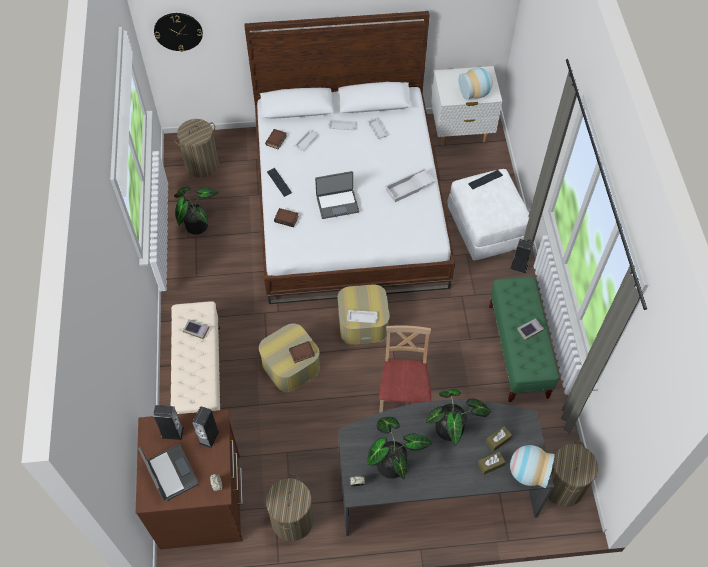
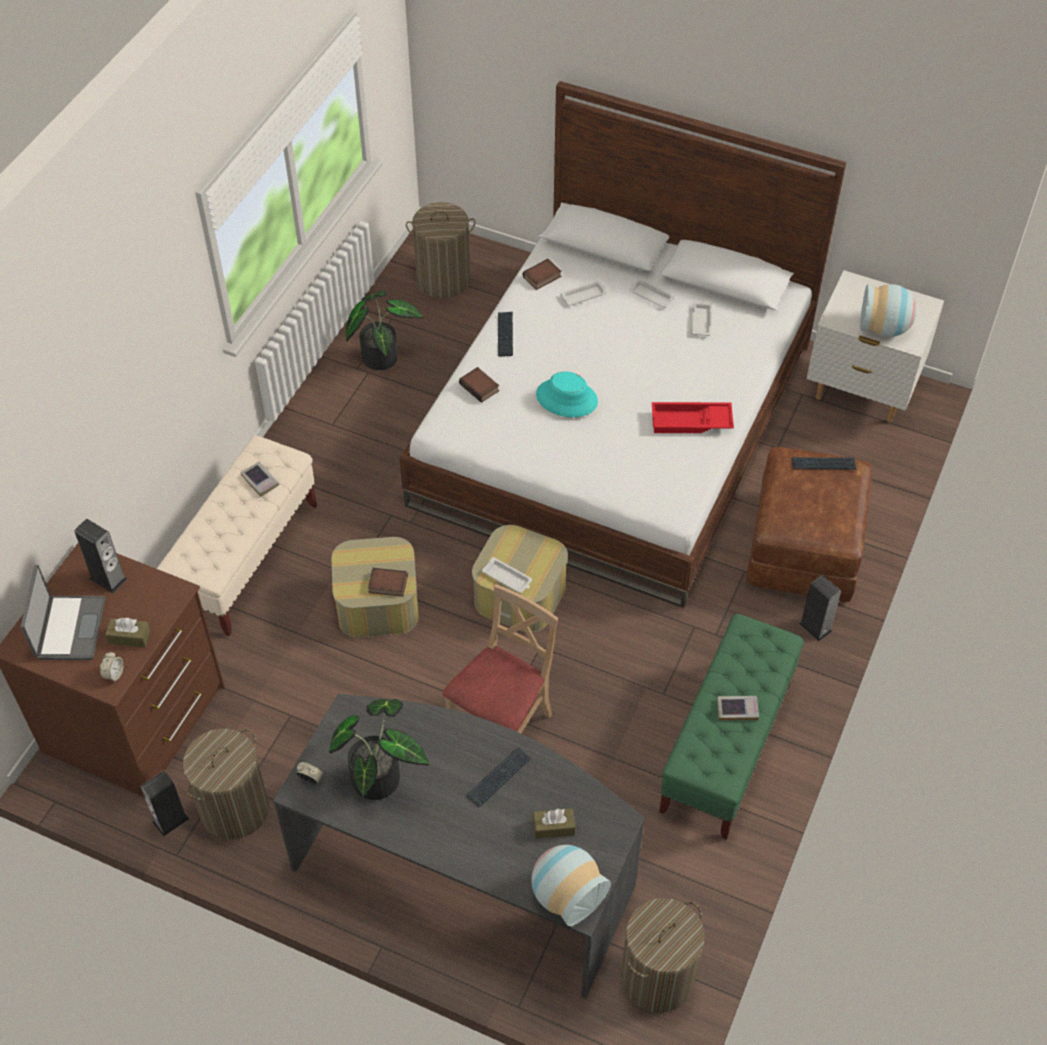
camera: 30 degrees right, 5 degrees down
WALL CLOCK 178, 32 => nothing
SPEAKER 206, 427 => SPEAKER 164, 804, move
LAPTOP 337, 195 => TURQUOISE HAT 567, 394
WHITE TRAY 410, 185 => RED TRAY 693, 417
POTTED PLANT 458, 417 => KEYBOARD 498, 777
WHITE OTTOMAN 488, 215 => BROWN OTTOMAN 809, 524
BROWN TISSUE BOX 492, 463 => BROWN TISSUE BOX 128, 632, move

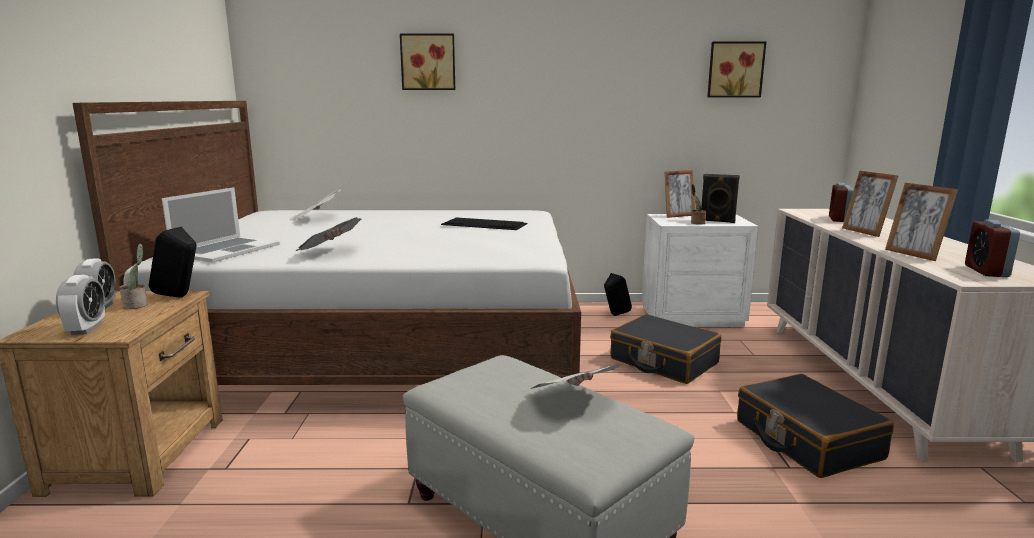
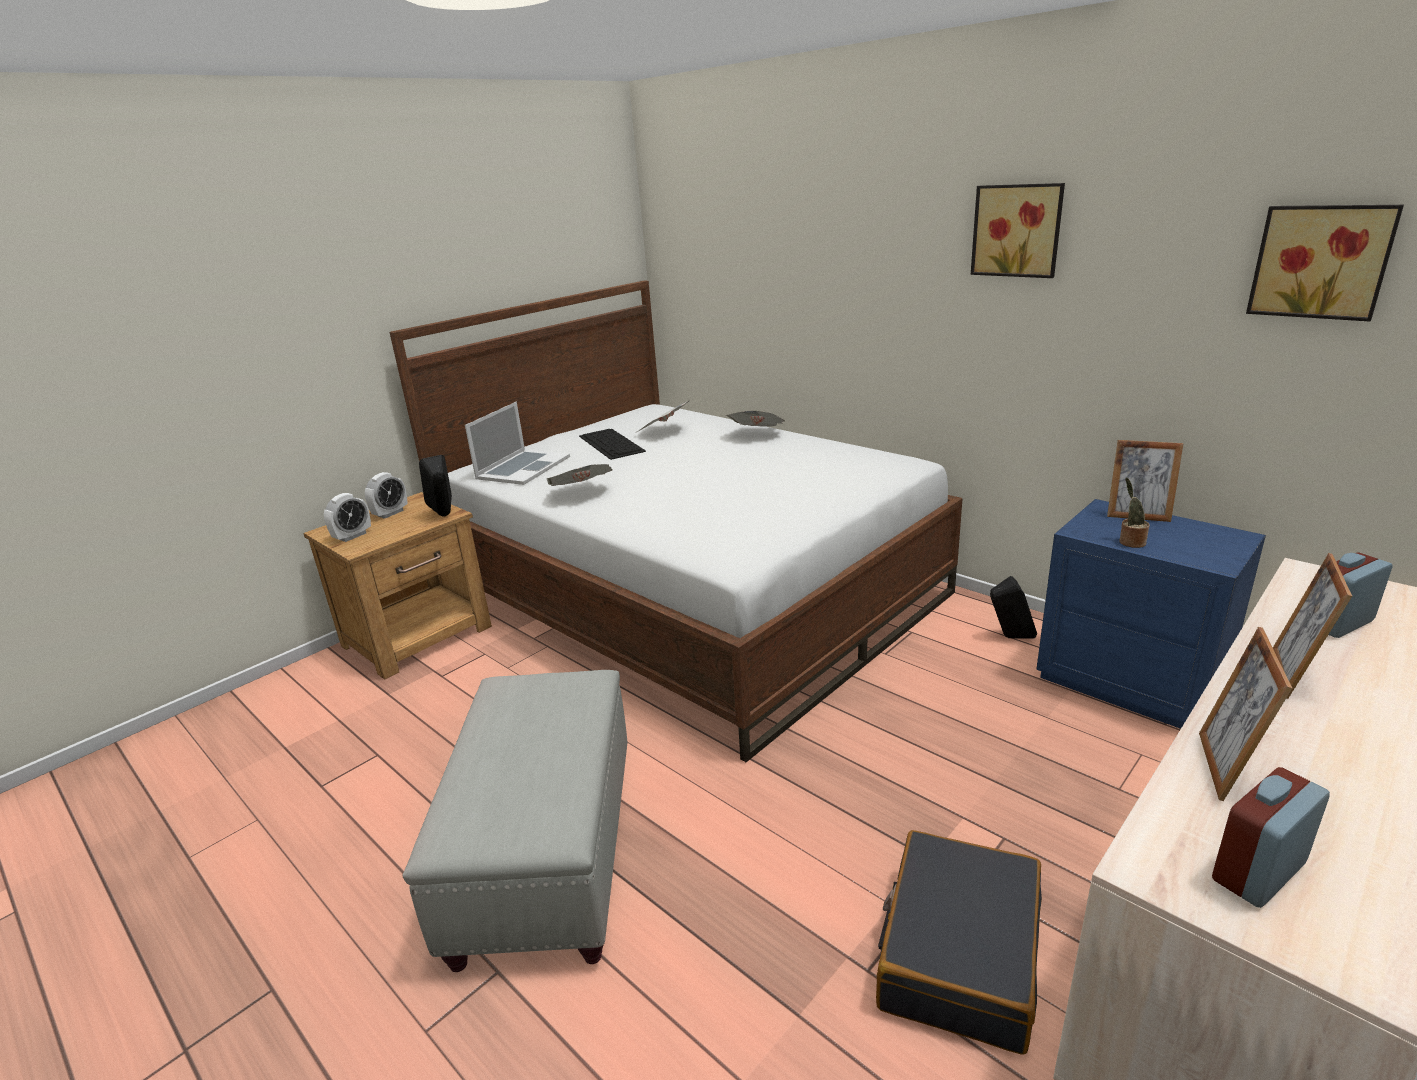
camera: 45 degrees right, 10 degrees up
POTTED PLANT 134, 276 => nothing
LAPTOP 221, 225 => LAPTOP 517, 443, 45 degrees counterclockwise
PICTURE 427, 62 => PICTURE 1018, 230, move
KEYBOARD 484, 223 => KEYBOARD 612, 444, move
NEWSPAPER 576, 376 => NEWSPAPER 755, 419, move
BLACK SUITCASE 665, 349 => nothing
WHITE NIGHTSTAND 700, 270 => BLUE NIGHTSTAND 1151, 614
BLACK SPEAKER 720, 198 => nothing

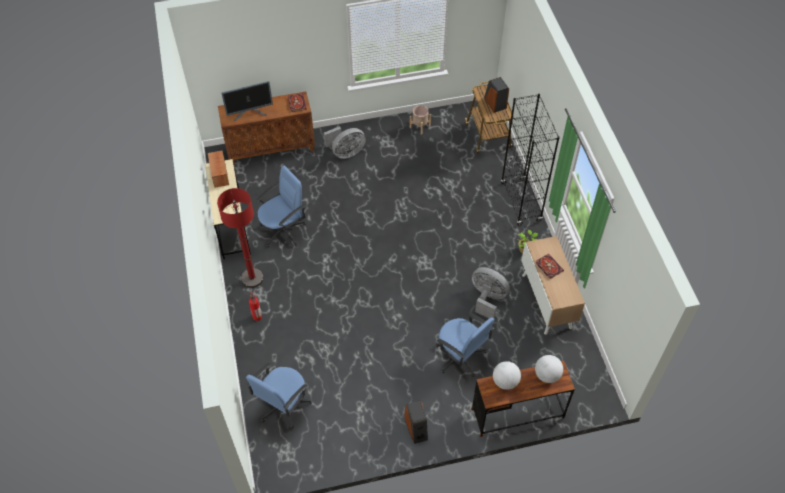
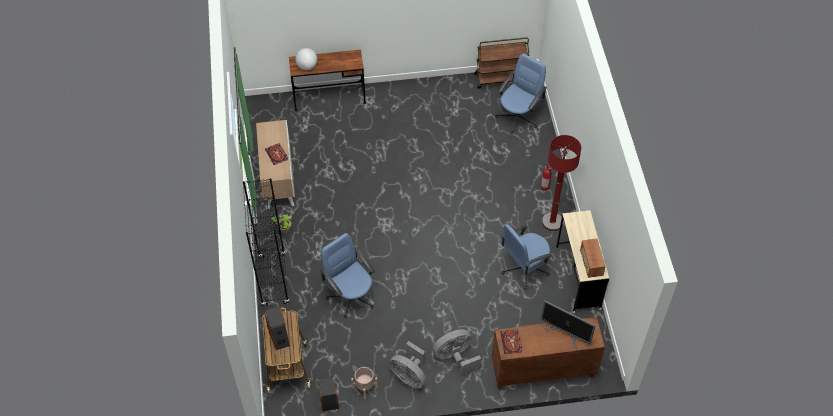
camera: 175 degrees left, 0 degrees up
MONITOR 247, 101 => MONITOR 568, 324, 135 degrees counterclockwise
SPEAKER 416, 422 => SPEAKER 329, 394, move
BLUE OFFICE CHAIR 465, 344 => BLUE OFFICE CHAIR 347, 275, move
GREY FAN 491, 292 => GREY FAN 407, 365, move
GLOBE 507, 375 => nothing
nothing => BROWN CART 501, 63

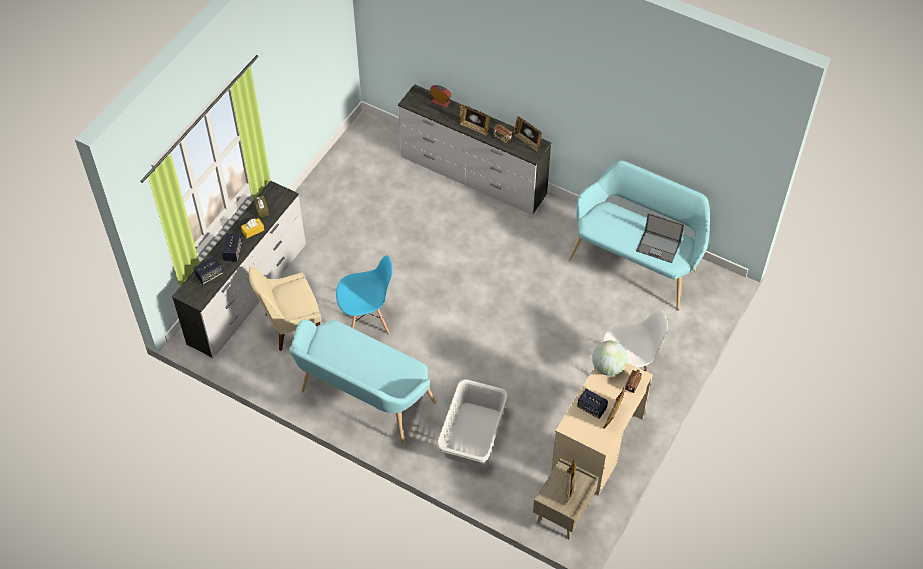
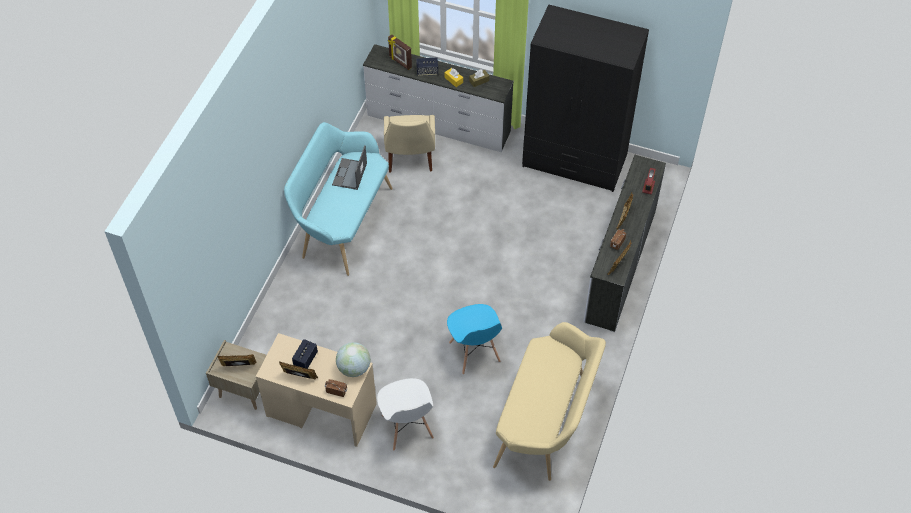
camera: 80 degrees right, 0 degrees up
SPEAKER 209, 270 => PICTURE FRAME 400, 52
BEIGE CHAIR 285, 308 => BEIGE CHAIR 409, 144, 150 degrees counterclockwise
BLUE CHAIR 364, 294 => BLUE CHAIR 474, 339, move
GREY LAUNDRY BASKET 472, 423 => nothing
TURQUOISE BENCH 639, 235 => BEIGE BENCH 549, 401
LAPTOP 660, 238 => LAPTOP 349, 167, move
nothing => BLACK WARDROBE 585, 98

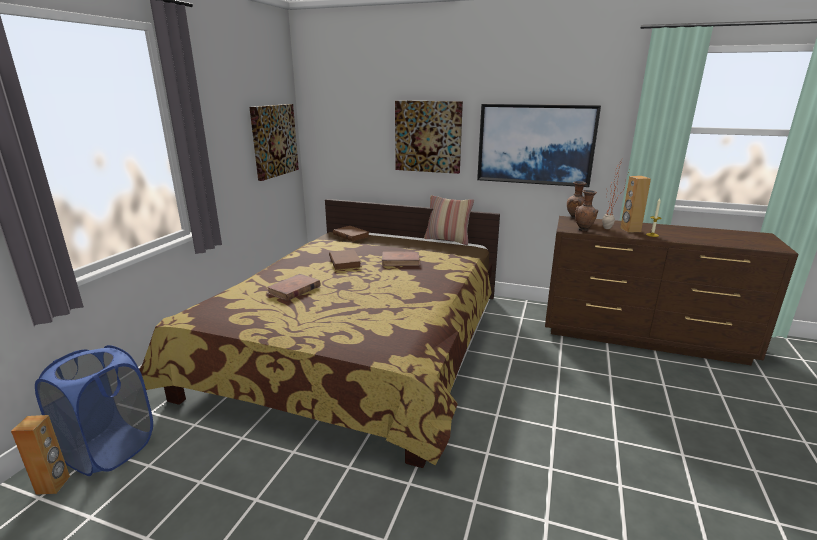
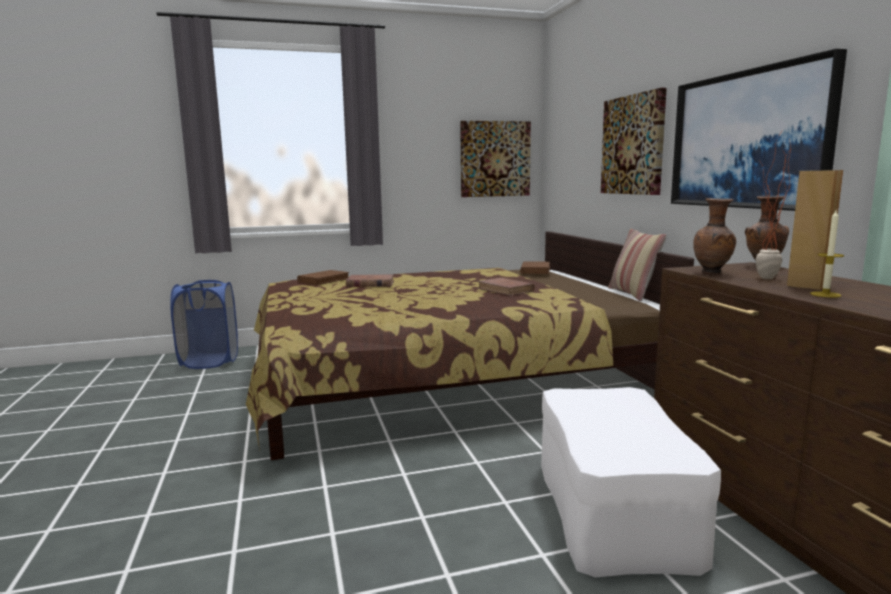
camera: 55 degrees right, 10 degrees down
BROWN SPEAKER 40, 455 => nothing
BROWN BOOK 345, 259 => BROWN BOOK 323, 277, move
nothing => WHITE OTTOMAN 631, 482

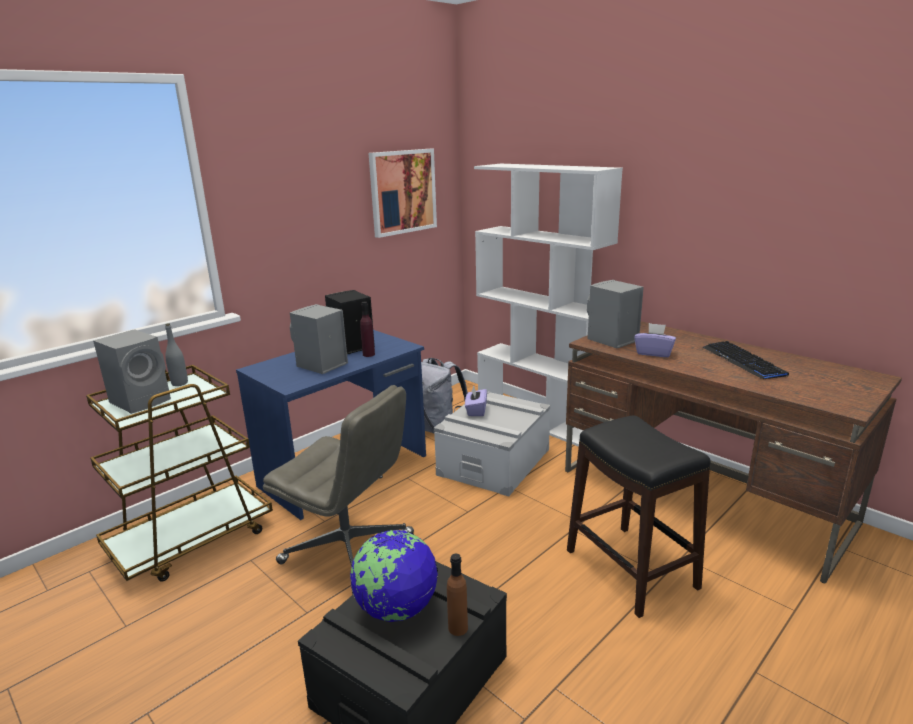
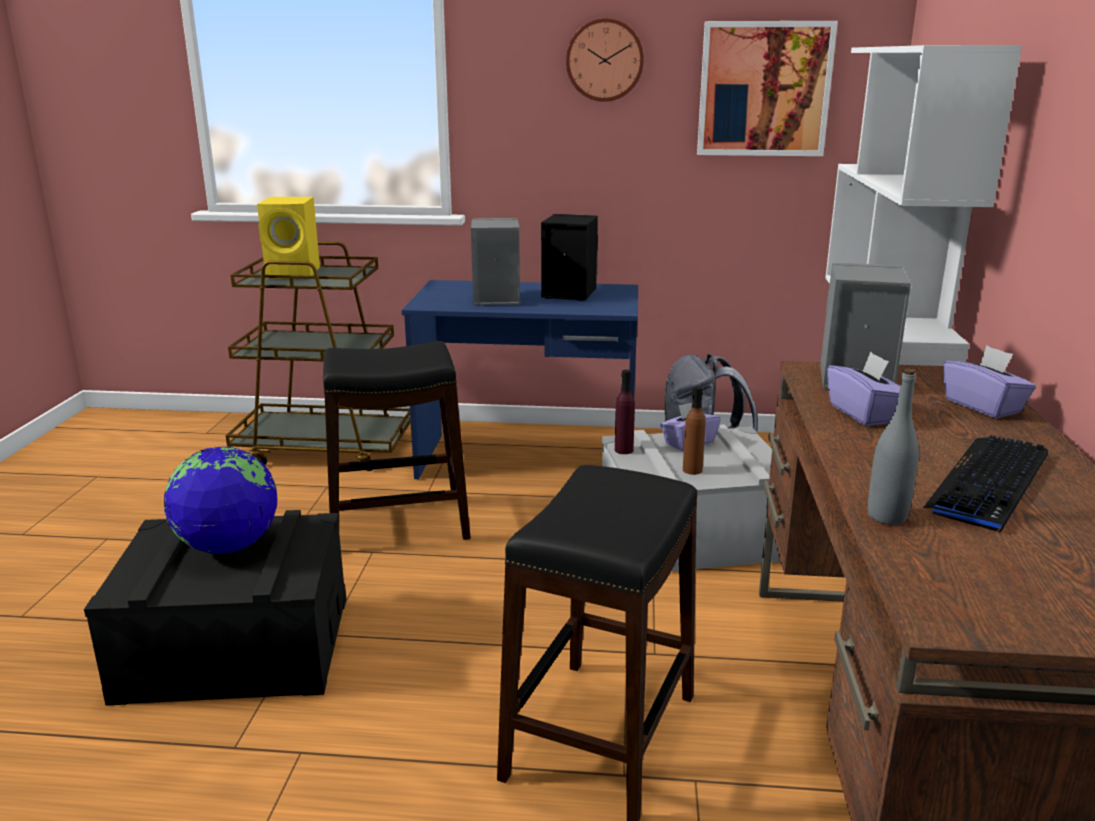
camera: 50 degrees right, 0 degrees up
GREY SPEAKER 132, 371 => YELLOW SPEAKER 288, 238
GREY BOTTLE 176, 354 => GREY BOTTLE 893, 447, move
GREY OFFICE CHAIR 338, 475 => BLACK STOOL 397, 440
PURPLE BOTTLE 367, 329 => PURPLE BOTTLE 625, 412, move
BROWN BOTTLE 457, 595 => BROWN BOTTLE 694, 430, move
nothing => WALL CLOCK 605, 60
nothing => PURPLE TISSUE BOX 989, 382

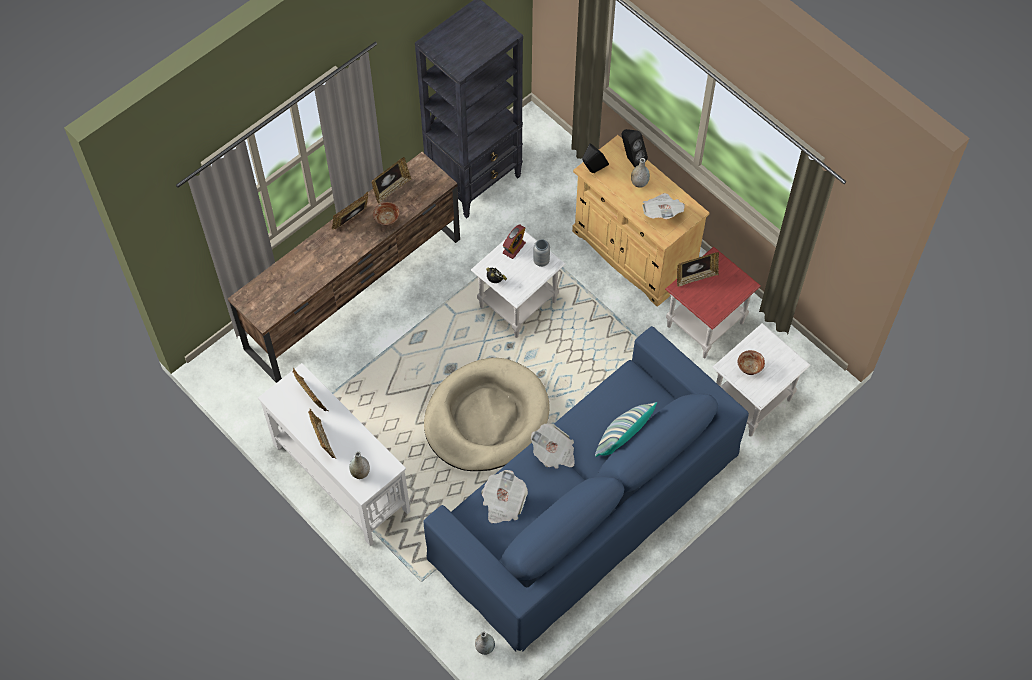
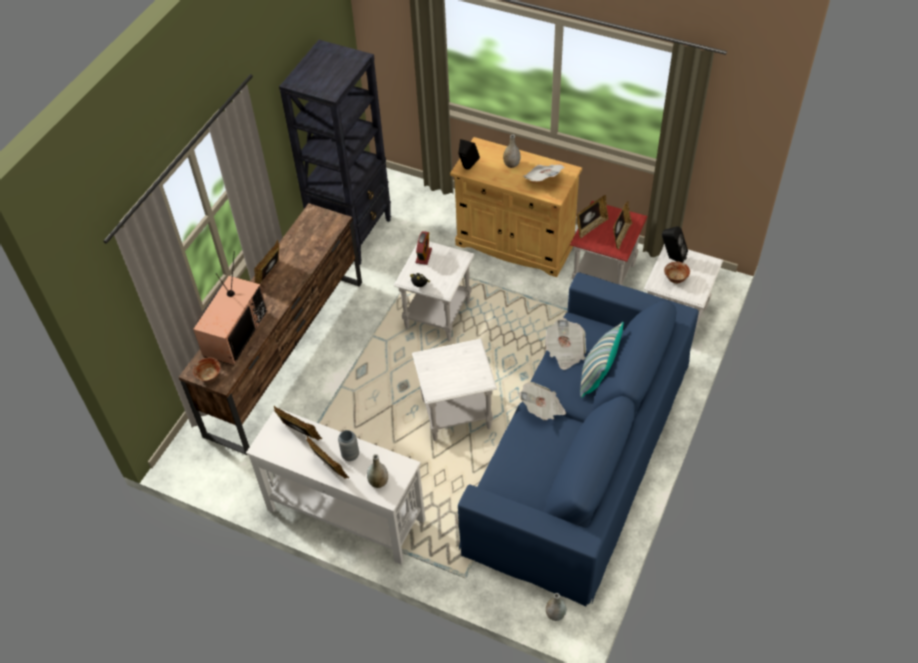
camera: 20 degrees left, 10 degrees down
PICTURE FRAME 391, 180 => PICTURE FRAME 622, 225, move
BOWL 386, 214 => BOWL 207, 370, move
BEIGE DOG BED 487, 414 => WHITE SIDE TABLE 454, 390
NEWSPAPER 504, 496 => NEWSPAPER 565, 344, move
GREY VASE 541, 253 => GREY VASE 348, 445, move
BLACK SPEAKER 634, 148 => BLACK SPEAKER 675, 244, move
nothing => TELEVISION 230, 308

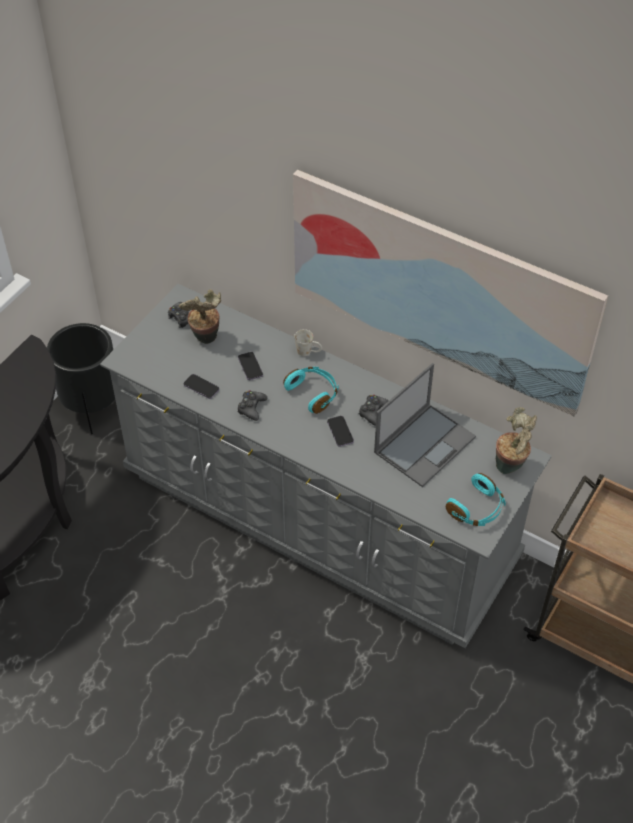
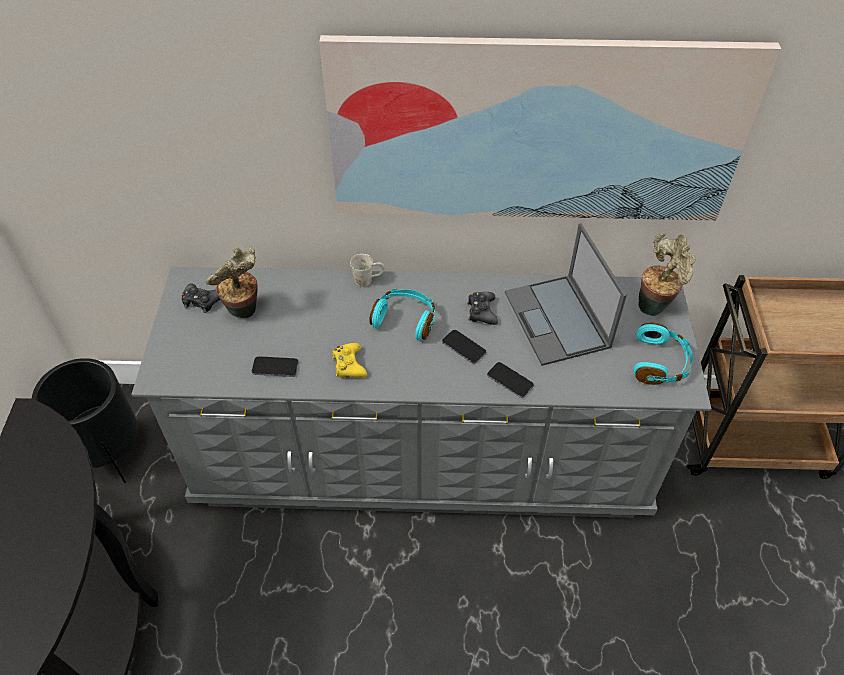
camera: 30 degrees left, 0 degrees up
BLACK GAME CONTROLLER 252, 406 => YELLOW GAME CONTROLLER 349, 360
PHONE 250, 366 => PHONE 510, 380, move
LAPTOP 425, 425 => LAPTOP 566, 294, 150 degrees clockwise

